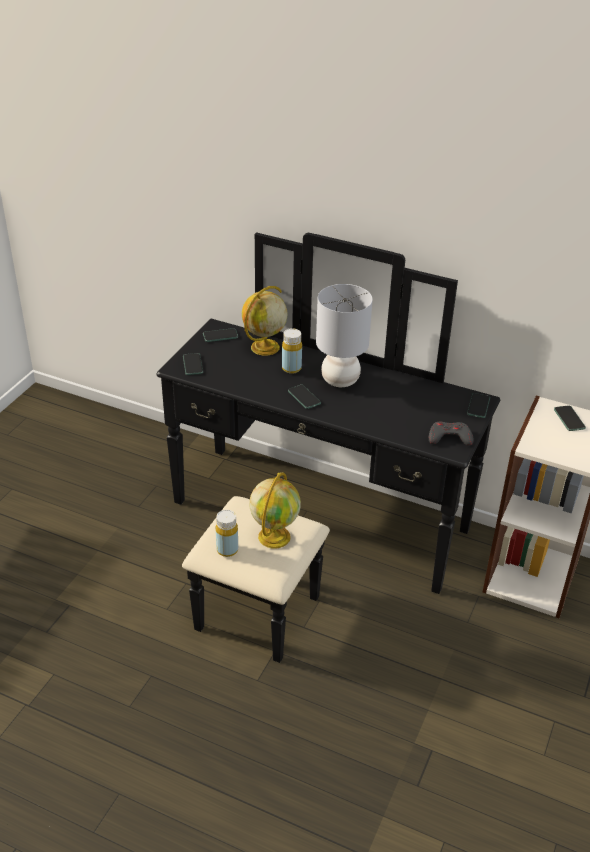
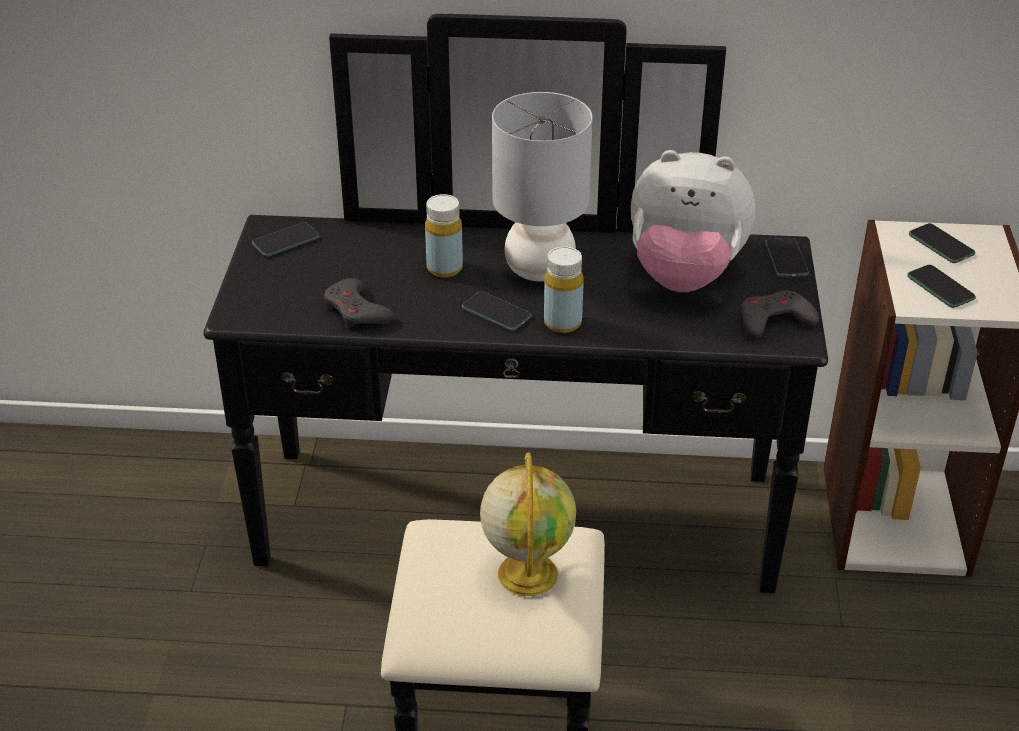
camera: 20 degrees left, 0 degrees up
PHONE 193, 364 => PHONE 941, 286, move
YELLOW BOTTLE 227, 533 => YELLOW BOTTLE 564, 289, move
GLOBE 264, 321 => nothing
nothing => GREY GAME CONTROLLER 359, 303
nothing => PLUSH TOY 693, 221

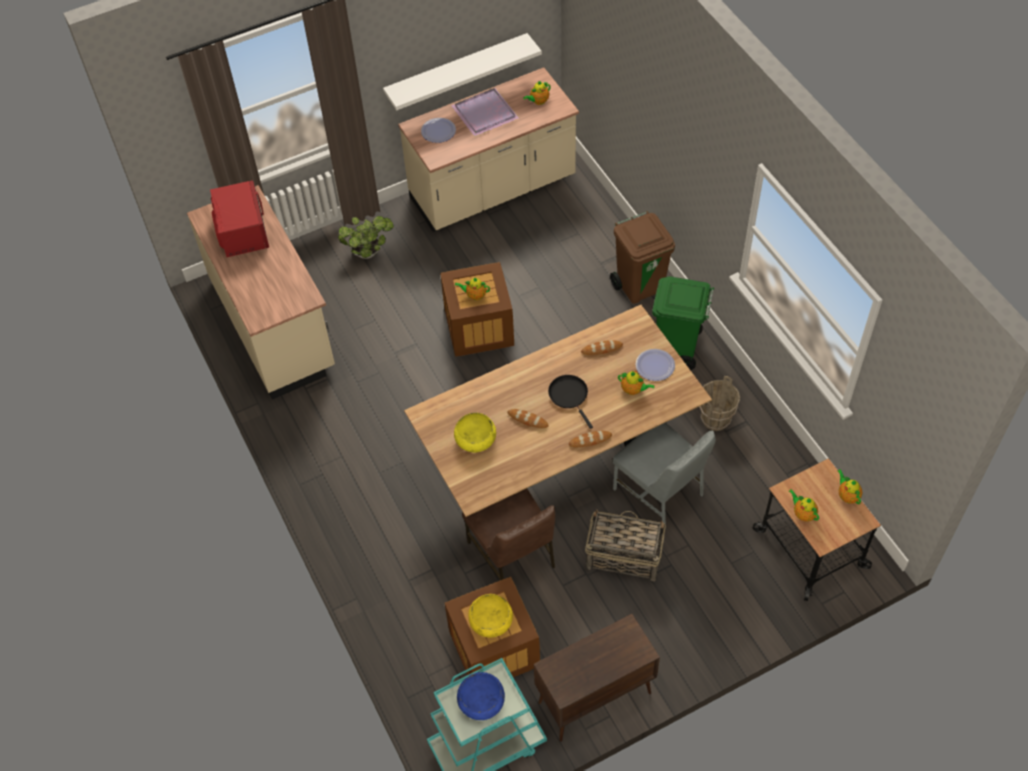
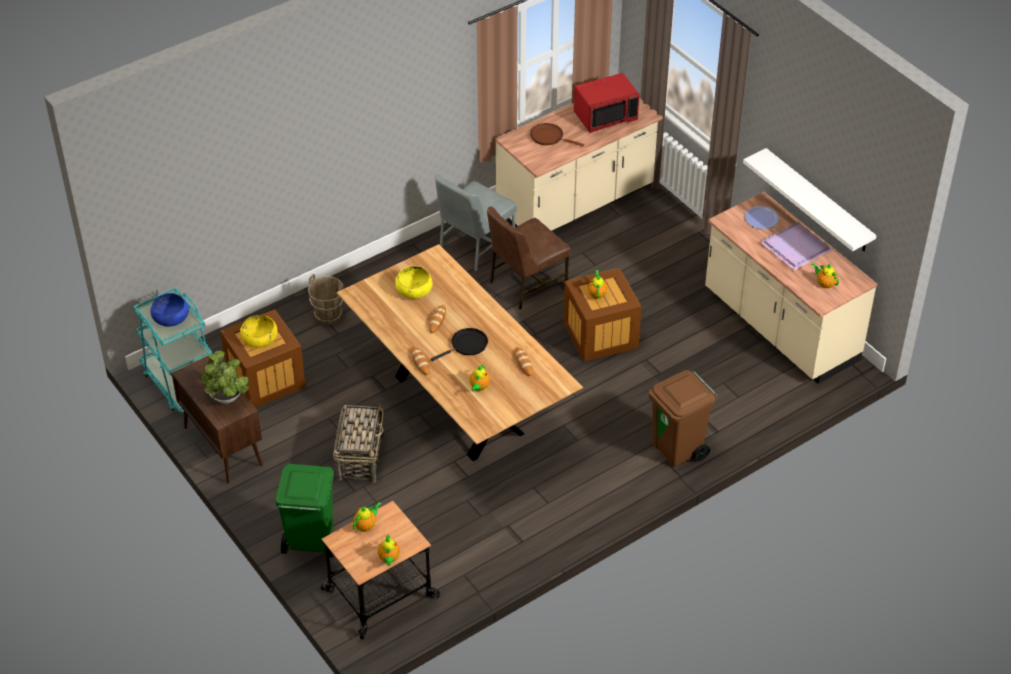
camera: 80 degrees right, 10 degrees down
POTTED PLANT 366, 237 => POTTED PLANT 225, 377, move
BROWN CHAIR 508, 534 => BROWN CHAIR 529, 258, move
GREY CHAIR 664, 475 => GREY CHAIR 476, 223, move
PLATE 655, 365 => nothing
GREEN TRASH CAN 683, 323 => GREEN TRASH CAN 304, 511, move
BROWN BUCKET 719, 403 => BROWN BUCKET 326, 299, move
TEAPOT 849, 486 => TEAPOT 389, 550, 120 degrees clockwise
nothing => BROWN FRYING PAN 557, 134

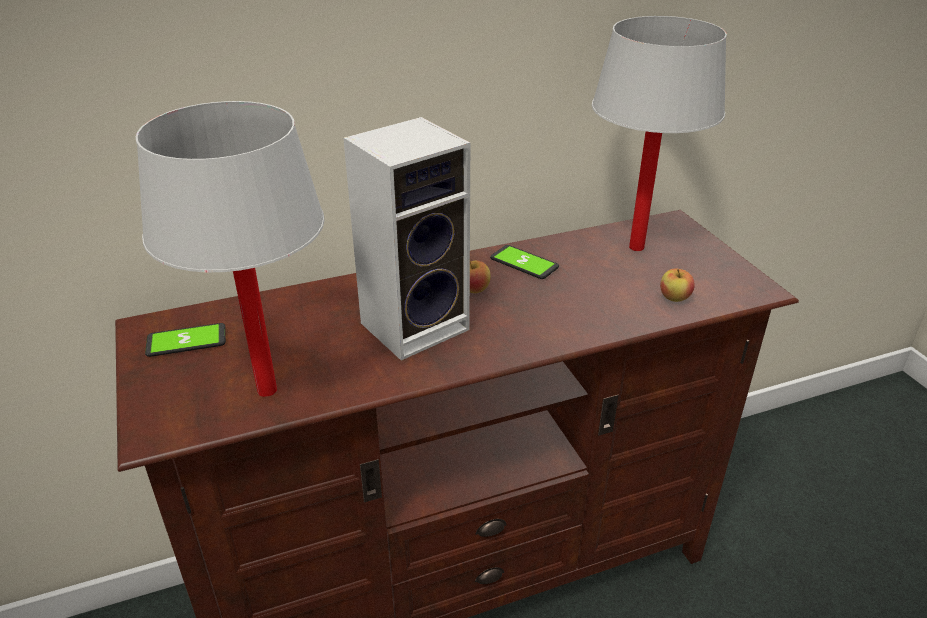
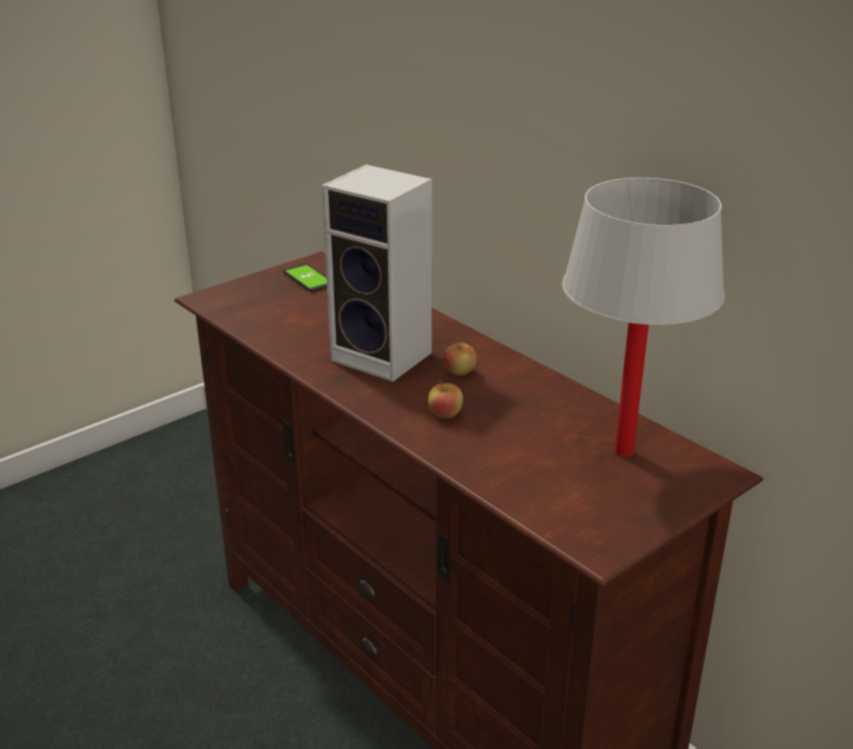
camera: 70 degrees right, 5 degrees down
WHITE TABLE LAMP 230, 249 => nothing
PHONE 524, 262 => nothing
APPLE 677, 285 => APPLE 445, 399, move

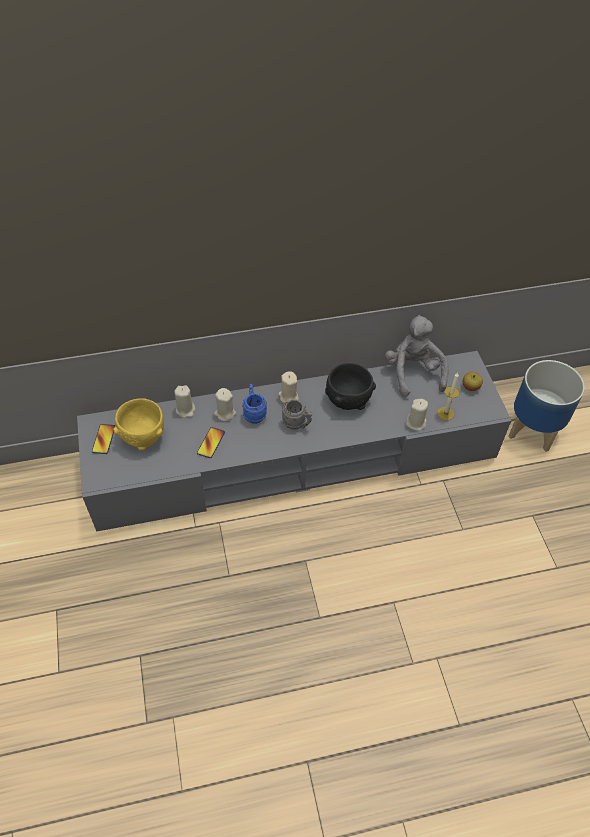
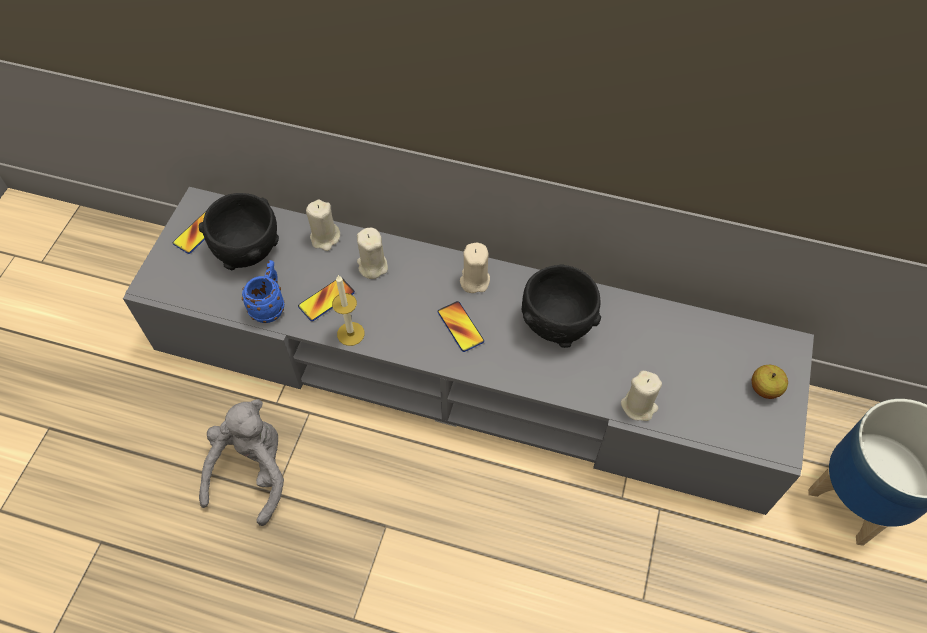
camera: 30 degrees right, 5 degrees up
YELLOW BOWL 138, 424 => BLACK BOWL 239, 231
BLUE MUG 254, 404 => BLUE MUG 263, 291, move
GREY MUG 297, 414 => PHONE 461, 326
GREY PLUSH TOY 417, 356 => GREY PLUSH TOY 241, 462, move
CANDLE 448, 397 => CANDLE 348, 310, move

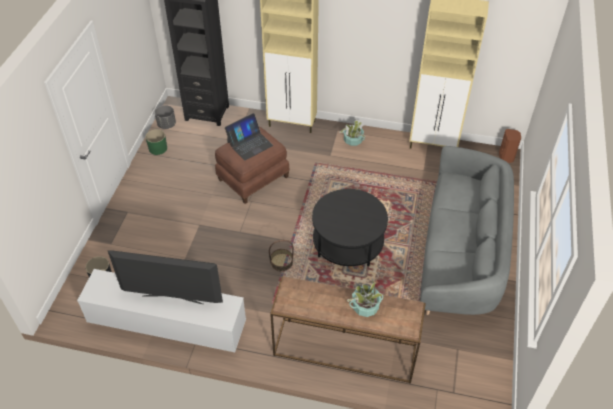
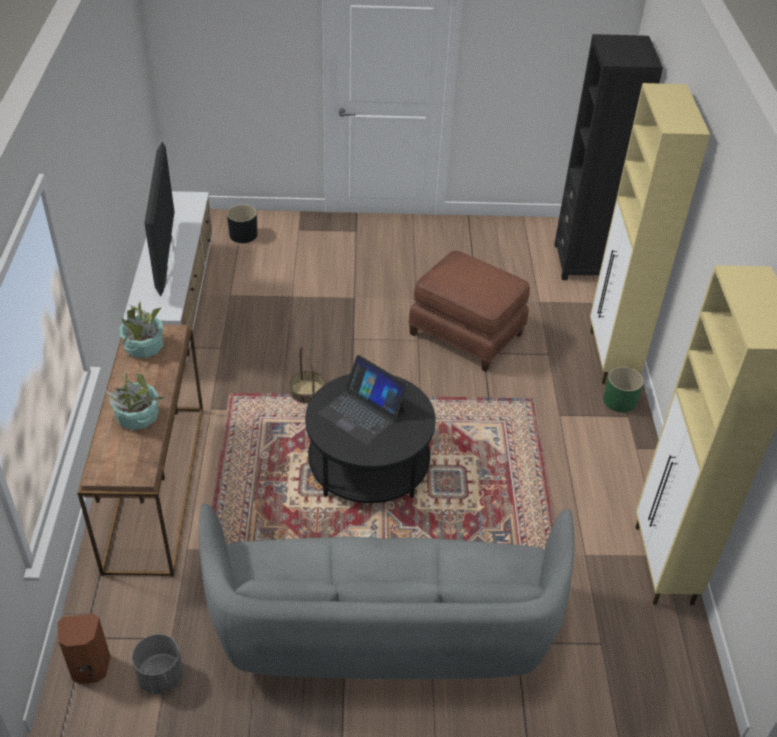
camera: 75 degrees right, 5 degrees down
GREEN PLANTER 156, 142 => GREEN PLANTER 623, 390, move
GREY PLANTER 165, 117 => GREY PLANTER 157, 664, move
LAPTOP 249, 136 => LAPTOP 363, 400, move
POTTED PLANT 352, 132 => POTTED PLANT 141, 330, move
BROWN SPEAKER 510, 146 => BROWN SPEAKER 83, 649, move

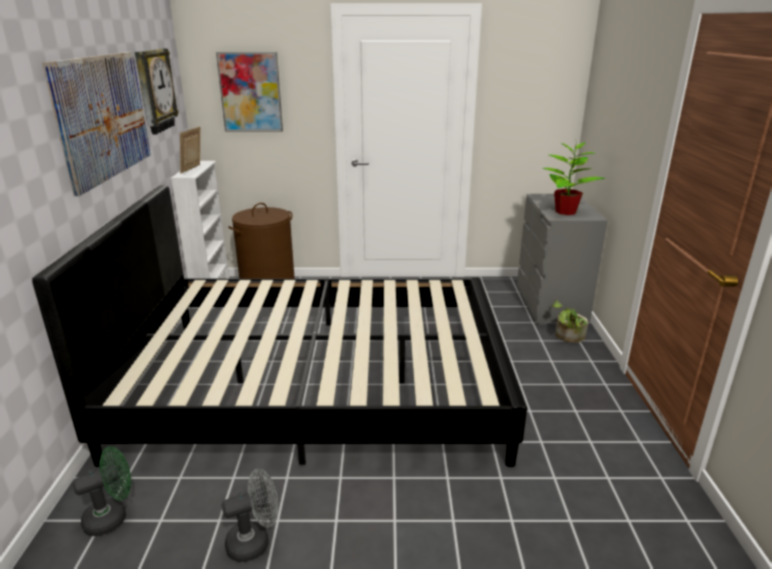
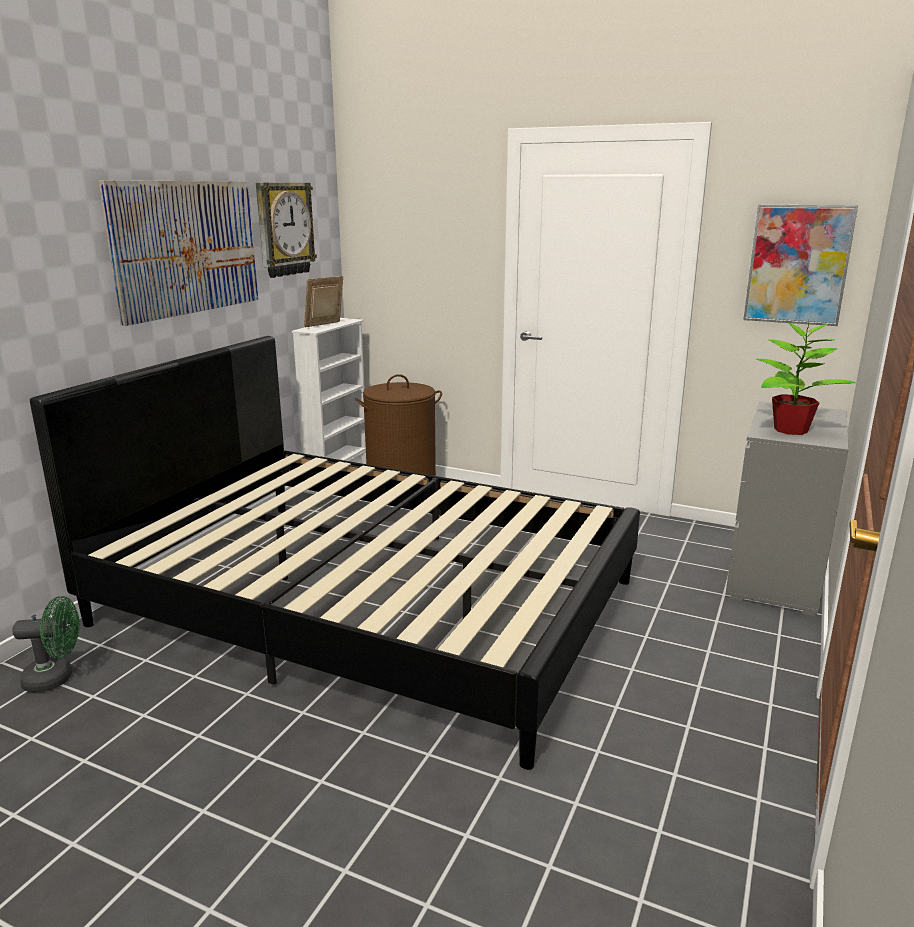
camera: 25 degrees right, 5 degrees down
PICTURE 249, 92 => PICTURE 800, 265, move
GREY FAN 249, 515 => nothing
POTTED PLANT 570, 321 => nothing

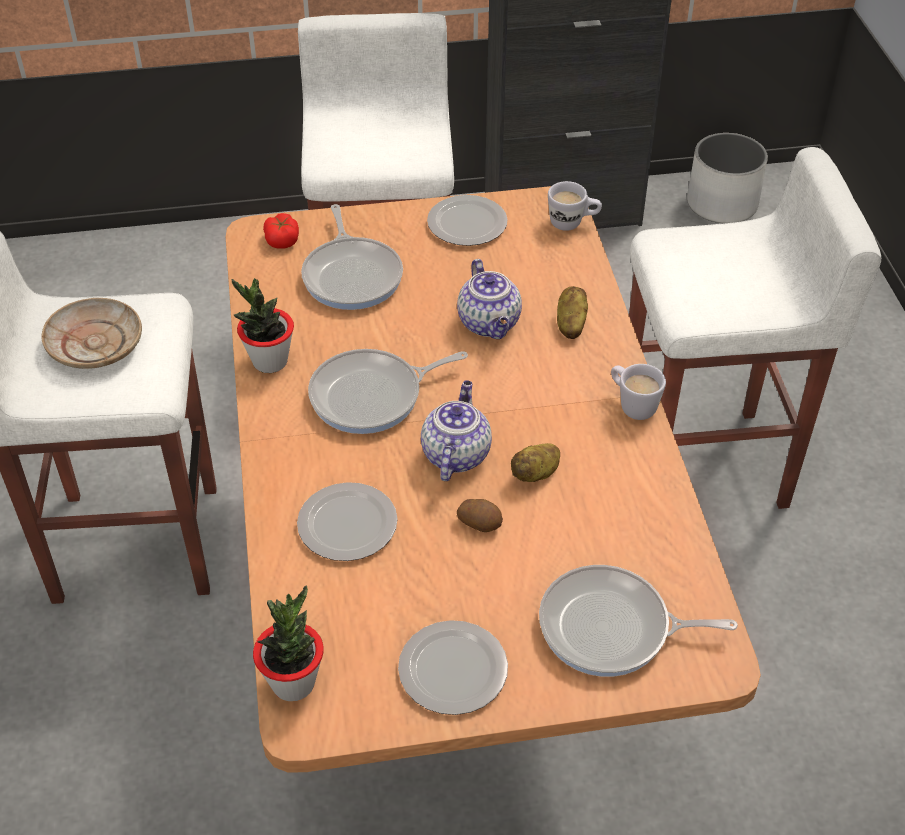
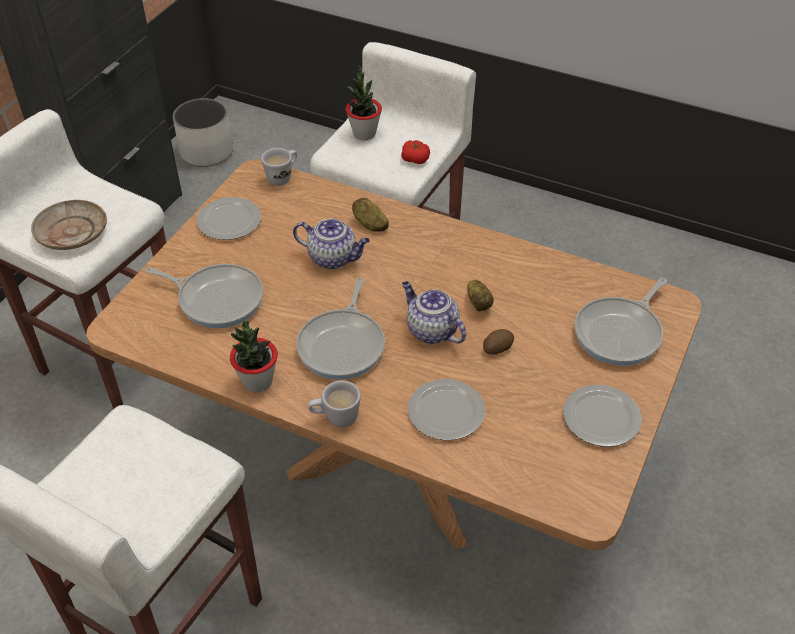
camera: 55 degrees left, 0 degrees up
BEIGE PLATE 91, 333 => BEIGE PLATE 69, 225, move
POTTED PLANT 288, 643 => POTTED PLANT 364, 102, move
TOMATO 281, 231 => TOMATO 415, 152, move
WHITE MUG 638, 392 => WHITE MUG 334, 404, move

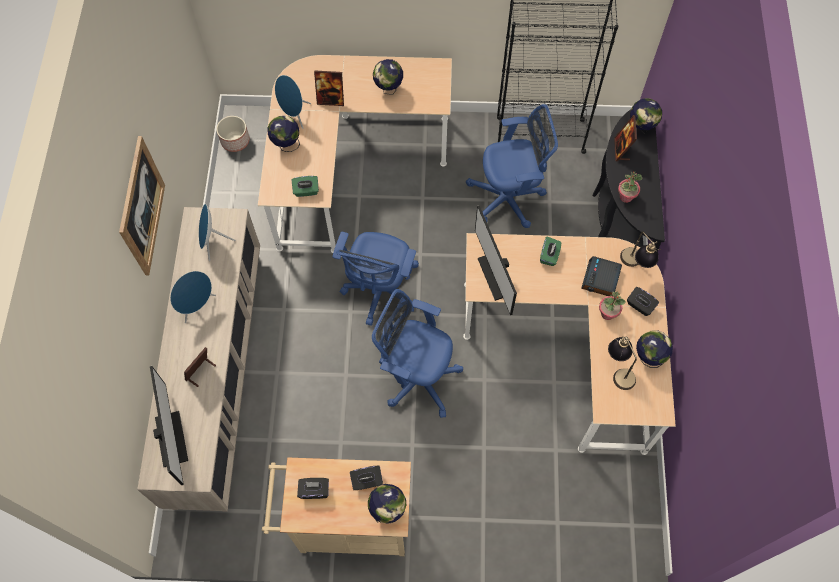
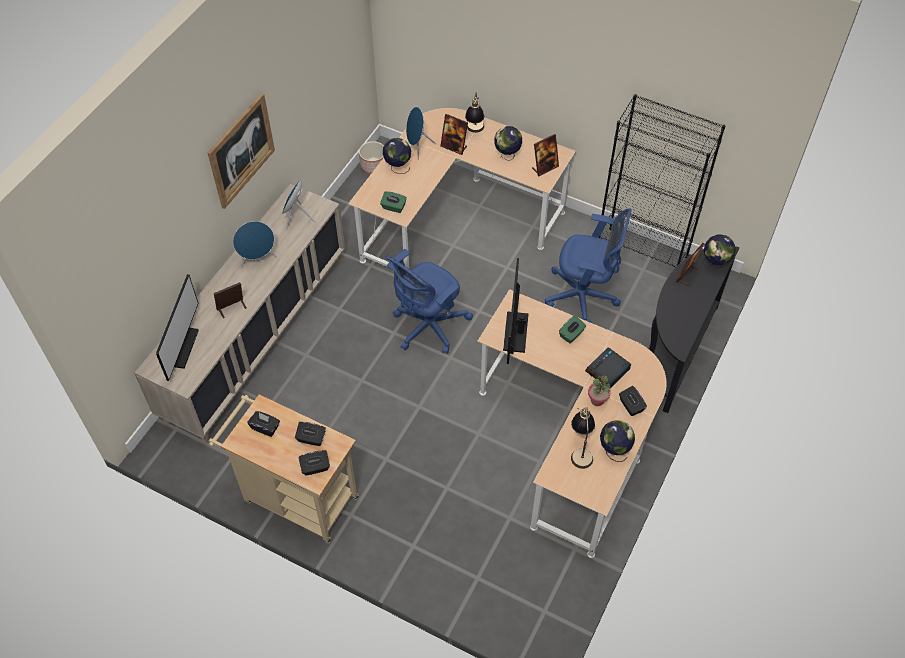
camera: 25 degrees right, 10 degrees down
GLOBE 387, 504 => BLACK TISSUE BOX 314, 463
BLUE OFFICE CHAIR 417, 353 => nothing
POTTED PLANT 630, 187 => nothing
TABLE LAMP 640, 249 => TABLE LAMP 474, 113, move
nothing => PICTURE FRAME 545, 155

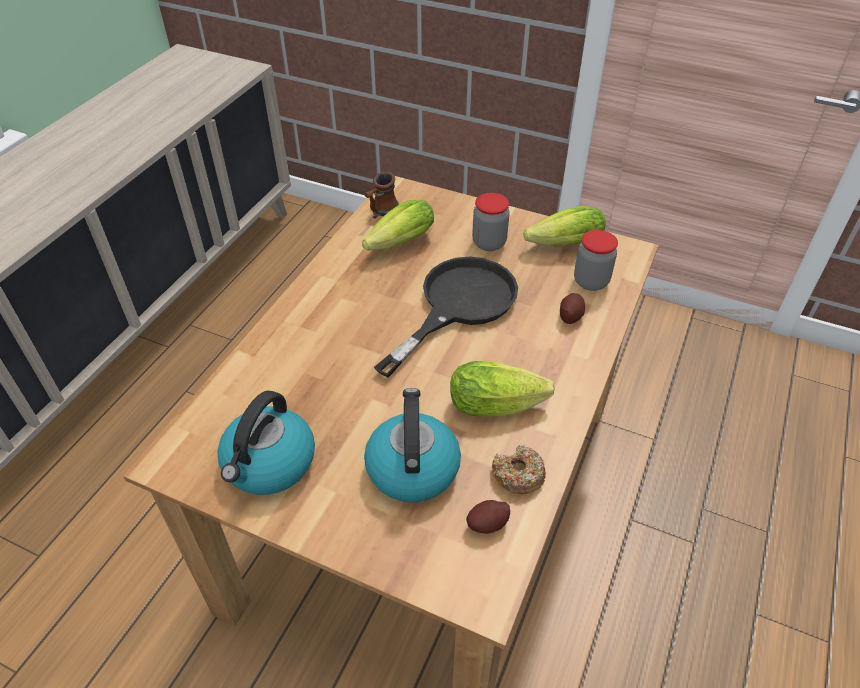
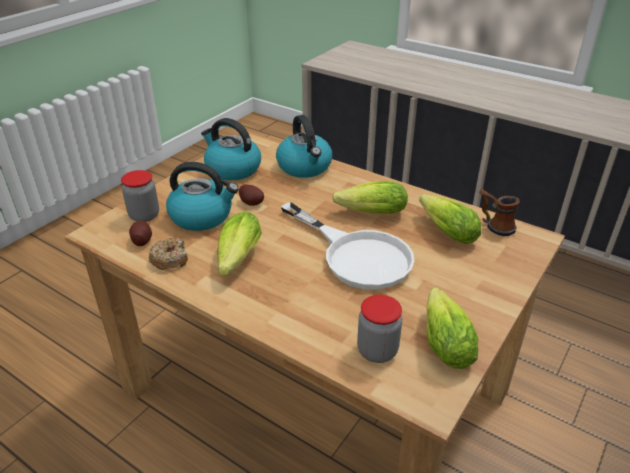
camera: 100 degrees right, 10 degrees down
BLACK FRYING PAN 446, 317 => WHITE FRYING PAN 347, 246
JAR 491, 222 => JAR 140, 196, move
POTATO 572, 308 => POTATO 251, 195, move
nothing => KETTLE 304, 146
nothing => LETTUCE 370, 197

